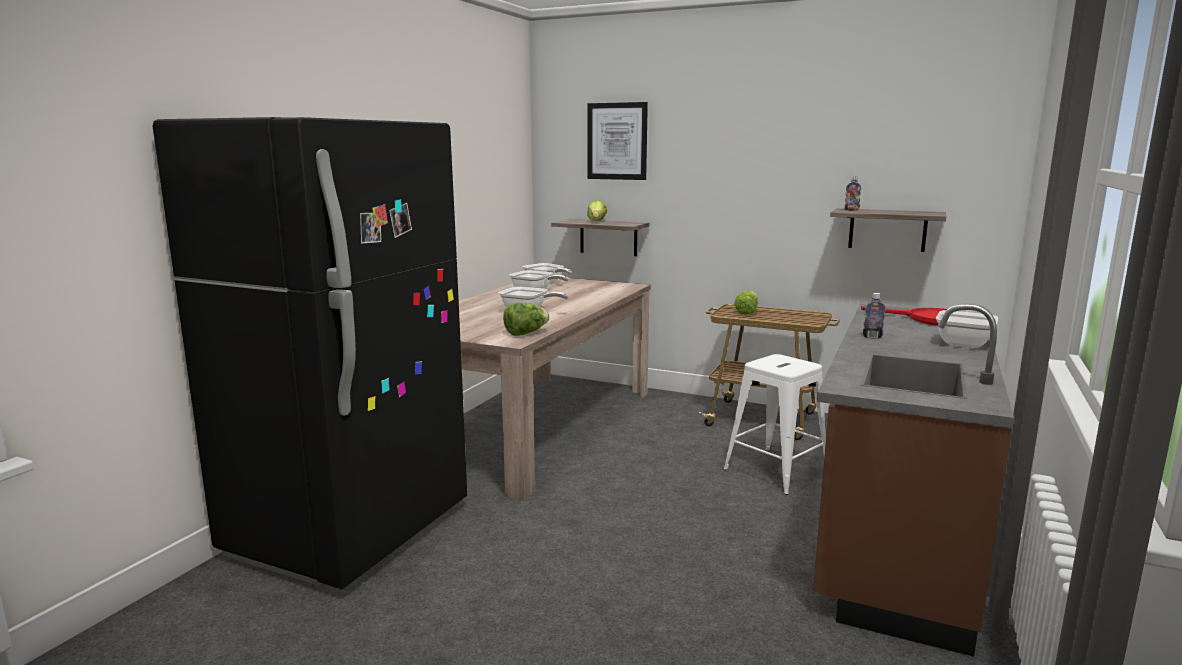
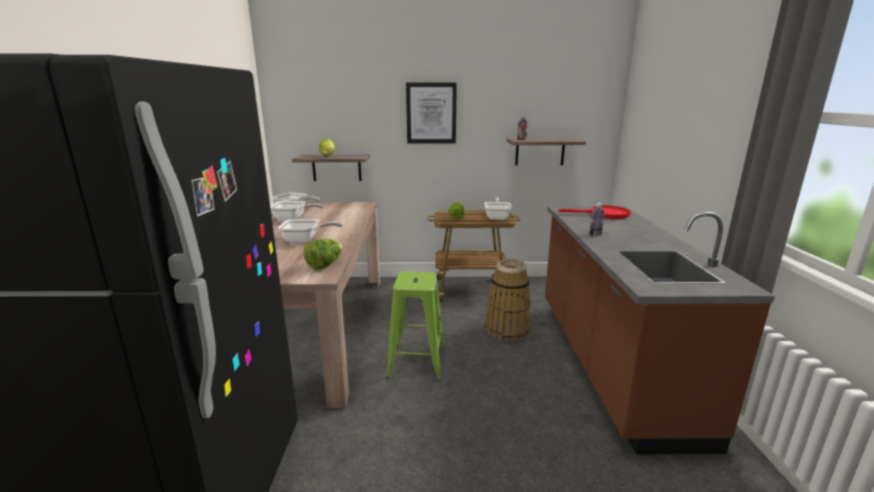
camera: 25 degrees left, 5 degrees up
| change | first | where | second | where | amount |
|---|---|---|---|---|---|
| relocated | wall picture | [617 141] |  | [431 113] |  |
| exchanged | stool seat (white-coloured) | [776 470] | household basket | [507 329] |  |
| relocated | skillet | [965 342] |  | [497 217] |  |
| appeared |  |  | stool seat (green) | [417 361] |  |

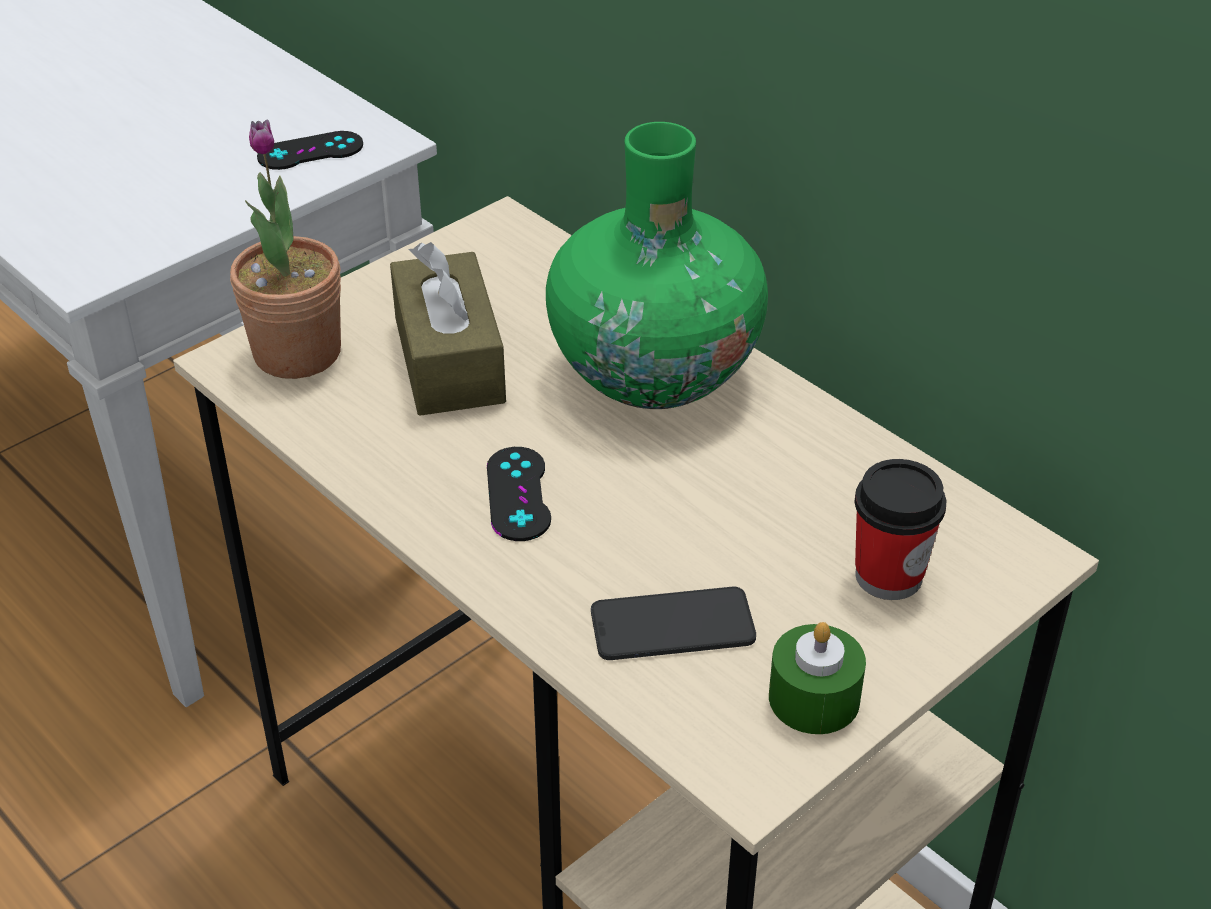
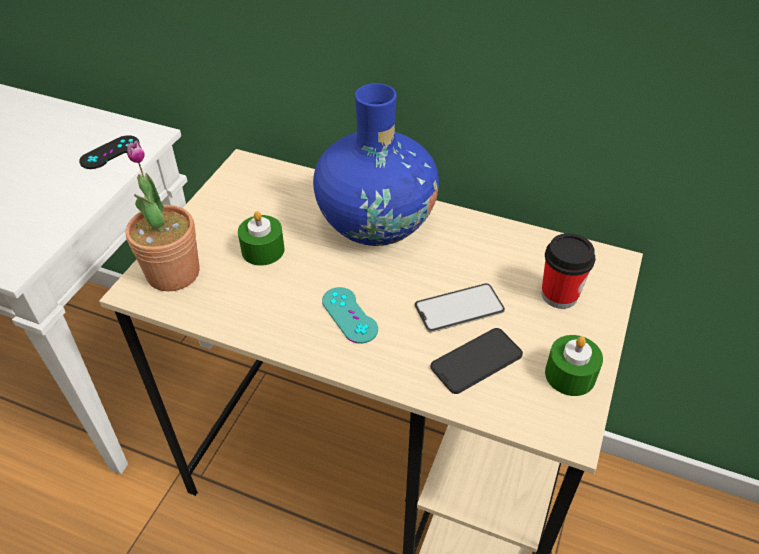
camera: 25 degrees left, 5 degrees up
| change | first | where | second | where | amount |
|---|---|---|---|---|---|
| exchanged | box of tissues (brown-coloured) | [449 360] | wax light (green) | [263 250] |  |
| colour | game controller (blackish) | [518 494] | game controller (turquoise-coloured) | [349 315] |  |
| colour | decorative vase (green) | [655 372] | decorative vase (bluish) | [376 223] |  |
| appeared |  |  | handset | [459 308] |  |

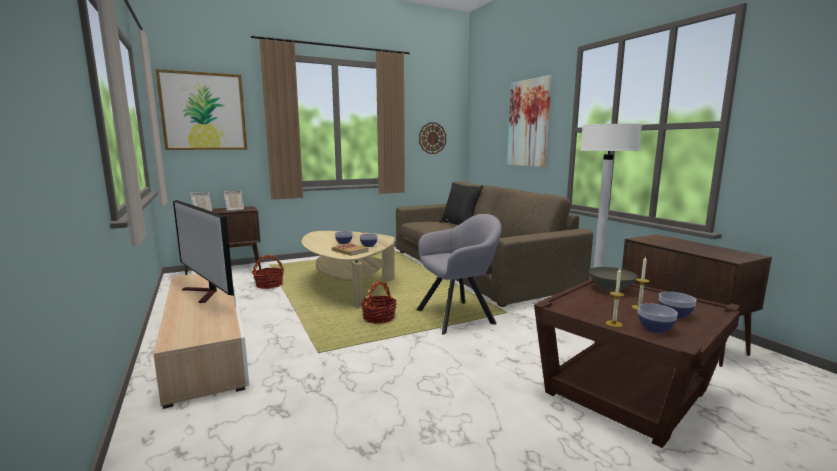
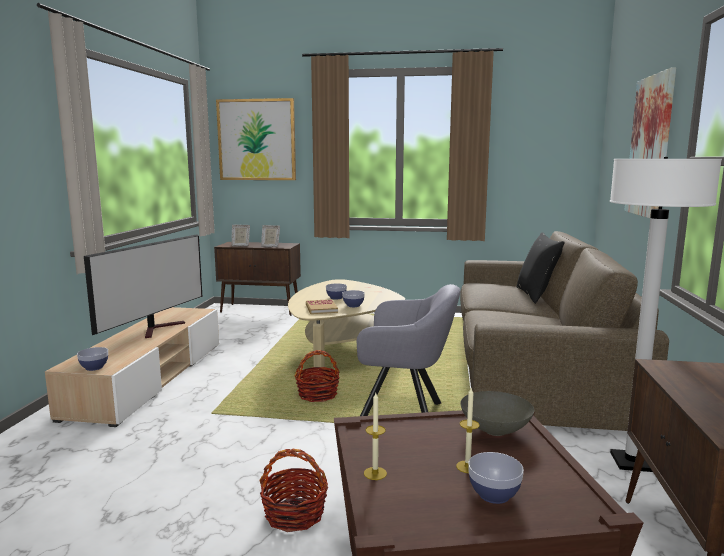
camera: 35 degrees right, 0 degrees up
| change | first | where | second | where | amount |
|---|---|---|---|---|---|
| spun | TV | [205 293] |  | [159 328] | 150 degrees counterclockwise |
| relocated | household basket | [269 285] |  | [294 514] |  |
| missing | wall clock | [432 138] |  |  |  |
| relocated | deep dish | [655 329] |  | [94 367] |  |

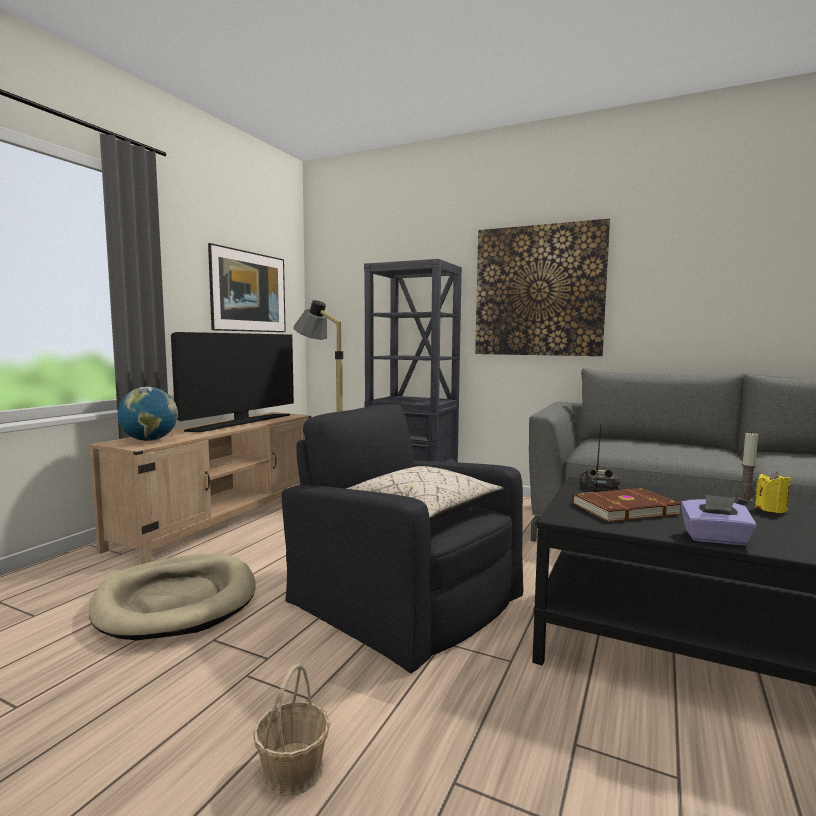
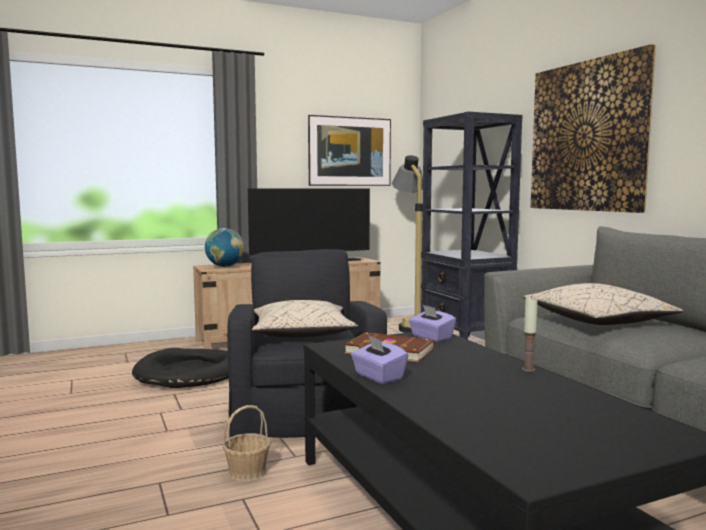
camera: 40 degrees right, 0 degrees up
| change | first | where | second | where | amount |
|---|---|---|---|---|---|
| colour | dog bed (sand-coloured) | [177 601] | dog bed (blackish) | [189 373] |  |
| relocated | household basket | [293 770] |  | [248 472] |  |
| exchanged | radio set | [598 487] | box of tissues (purple-coloured) | [431 338] |  |
| missing | wax light (yellow-coloured) | [771 509] |  |  |  |
| appeared |  |  | cushion (sand-coloured) | [597 321] |  |

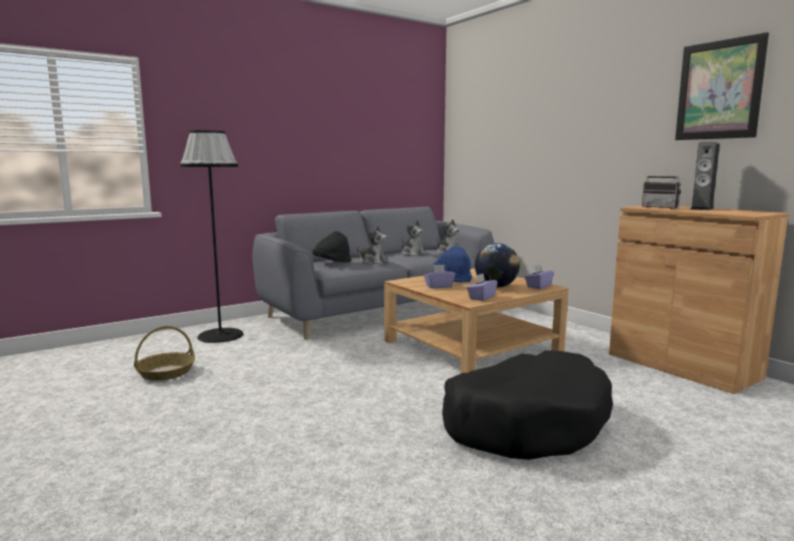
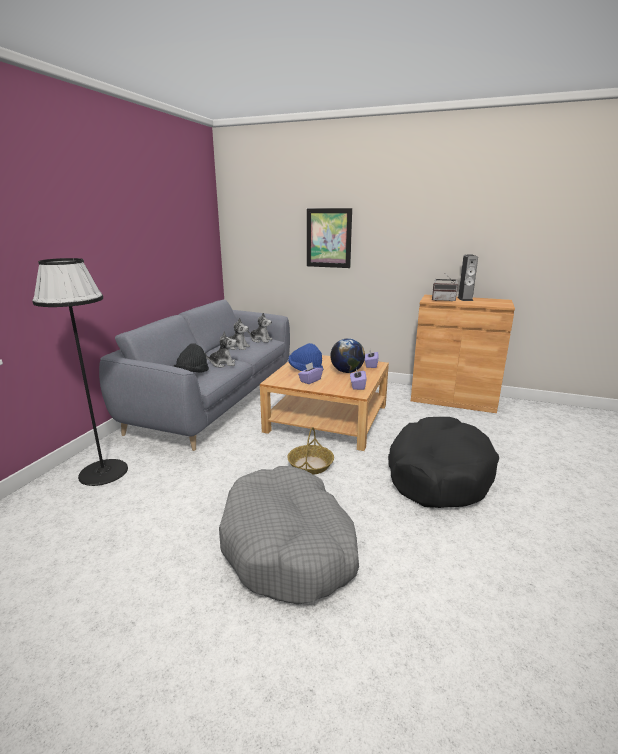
camera: 35 degrees left, 10 degrees up
| change | first | where | second | where | amount |
|---|---|---|---|---|---|
| relocated | household basket | [165 373] |  | [310 465] |  |
| relocated | wall picture | [719 90] |  | [328 238] |  |
| appeared |  |  | dog bed (greyish) | [289 546] |  |

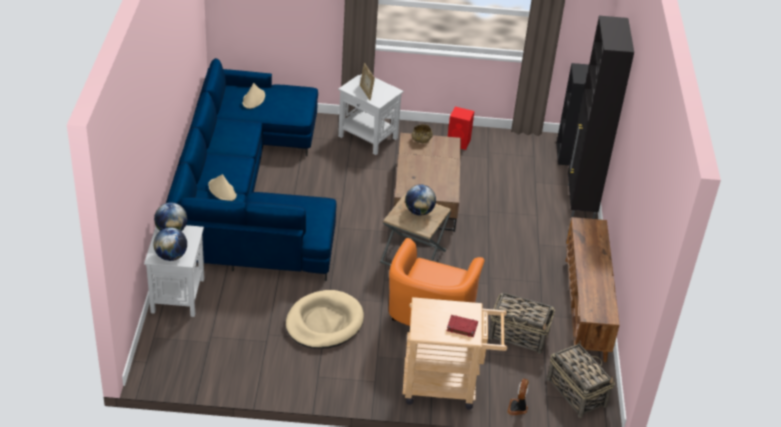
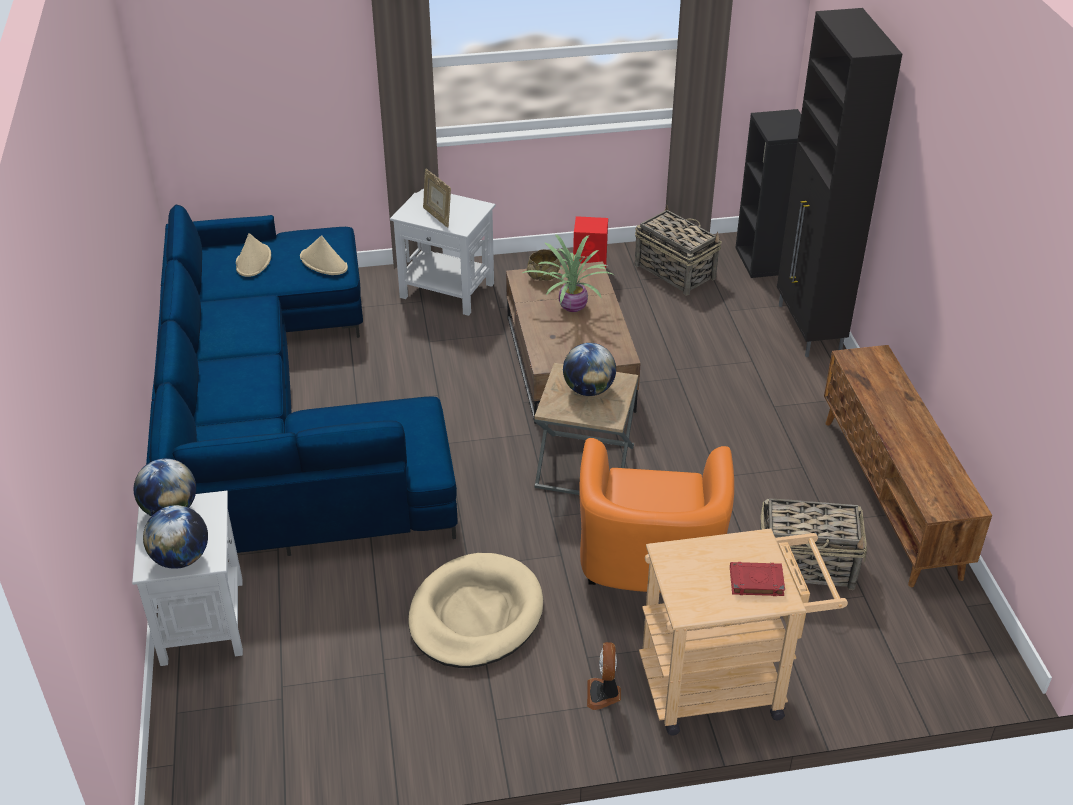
camera: 10 degrees left, 0 degrees up
| change | first | where | second | where | amount |
|---|---|---|---|---|---|
| relocated | hat (sand-coloured) | [222 191] |  | [324 263] |  |
| relocated | electric fan | [518 408] |  | [604 694] |  |
| relocated | household basket | [576 392] |  | [674 271] |  |
| appeared |  |  | plant in a pot | [571 306] |  |

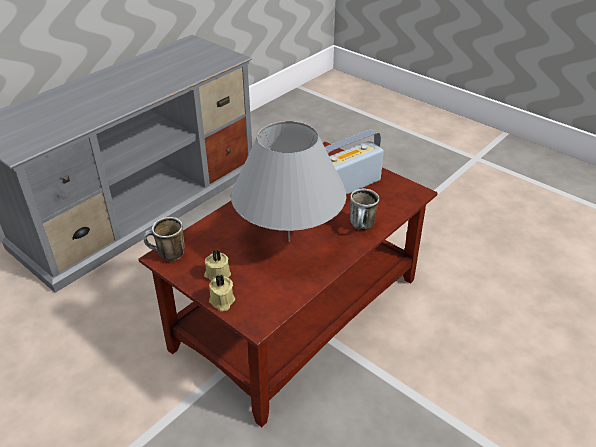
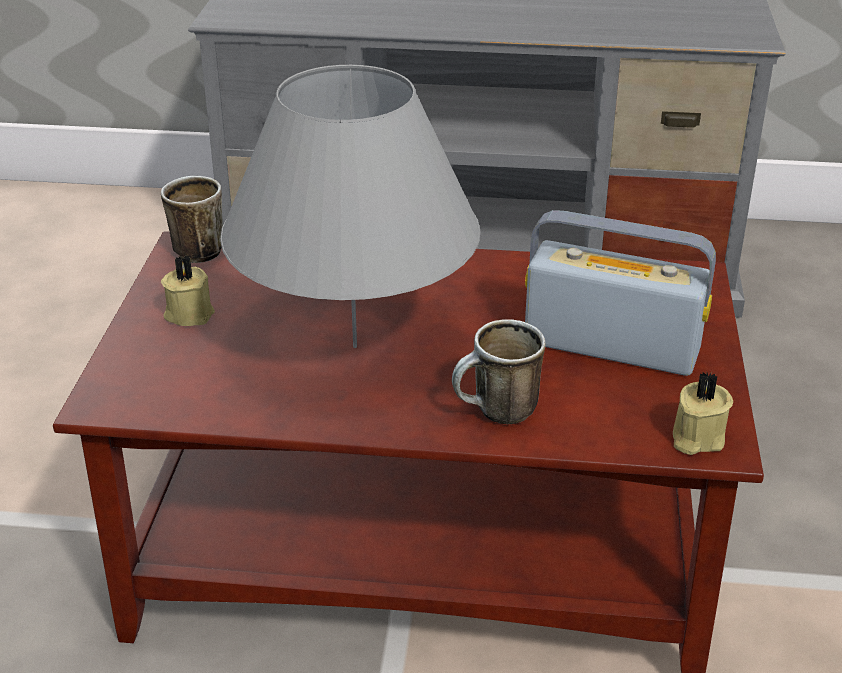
camera: 55 degrees right, 5 degrees down
| change | first | where | second | where | amount |
|---|---|---|---|---|---|
| relocated | wax light (sand-coloured) | [222 301] |  | [695 438] |  |

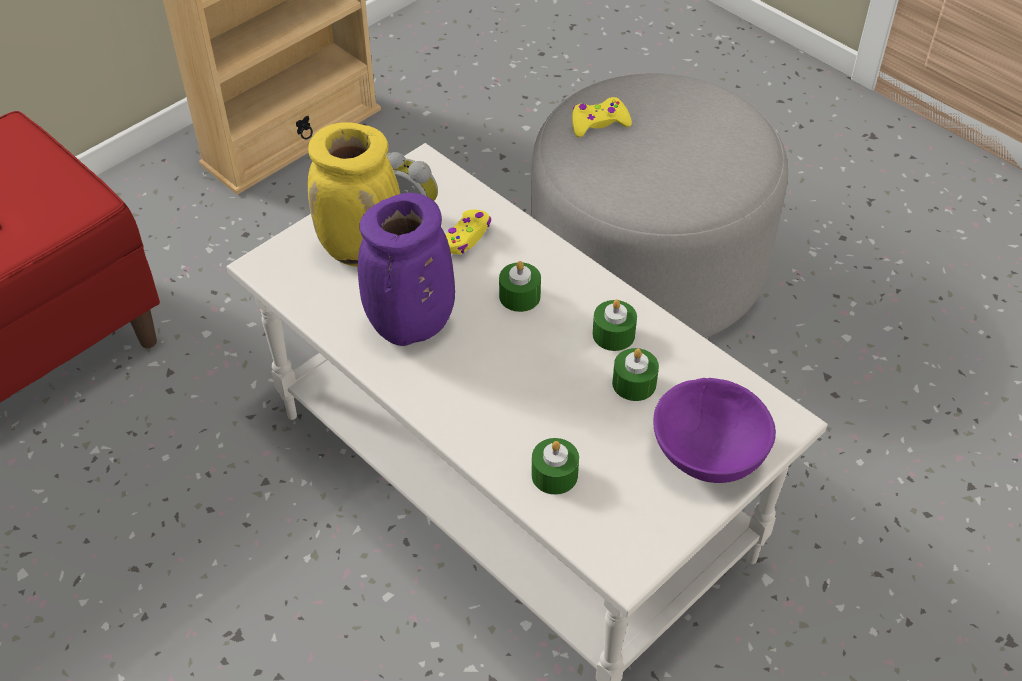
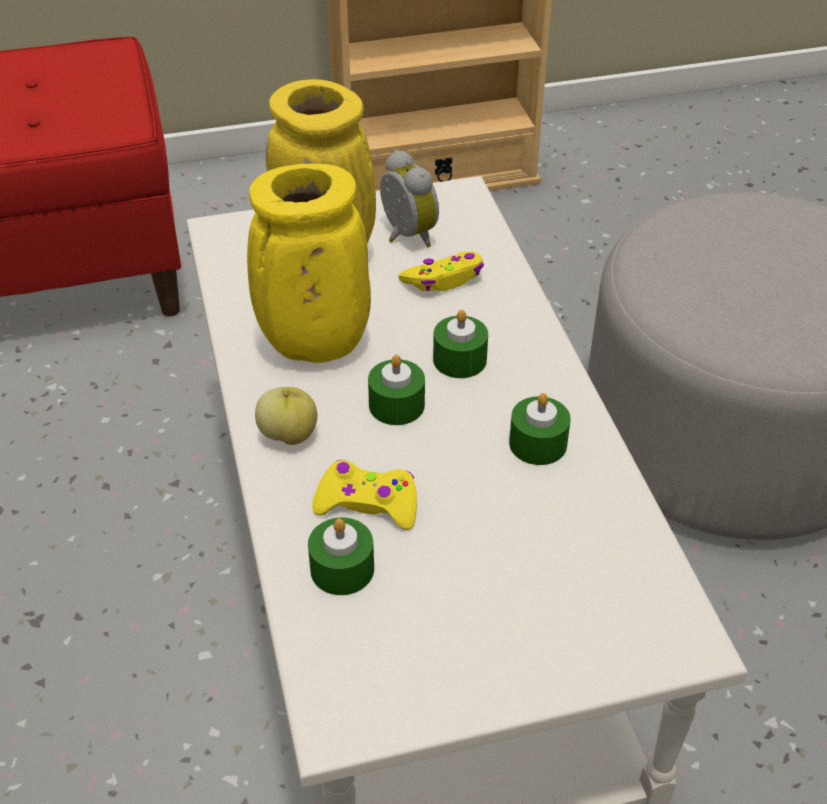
camera: 30 degrees right, 5 degrees down
| change | first | where | second | where | amount |
|---|---|---|---|---|---|
| colour | decorative vase (purple-coloured) | [410 329] | decorative vase (yellow-coloured) | [313 346] |  |
| relocated | game controller (yellow-coloured) | [598 123] |  | [367 504] |  |
| relocated | wax light (green) | [634 383] |  | [396 405] |  |
| missing | deep dish (purple-coloured) | [706 457] |  |  |  |
| appeared |  |  | whole apple | [289 434] |  |

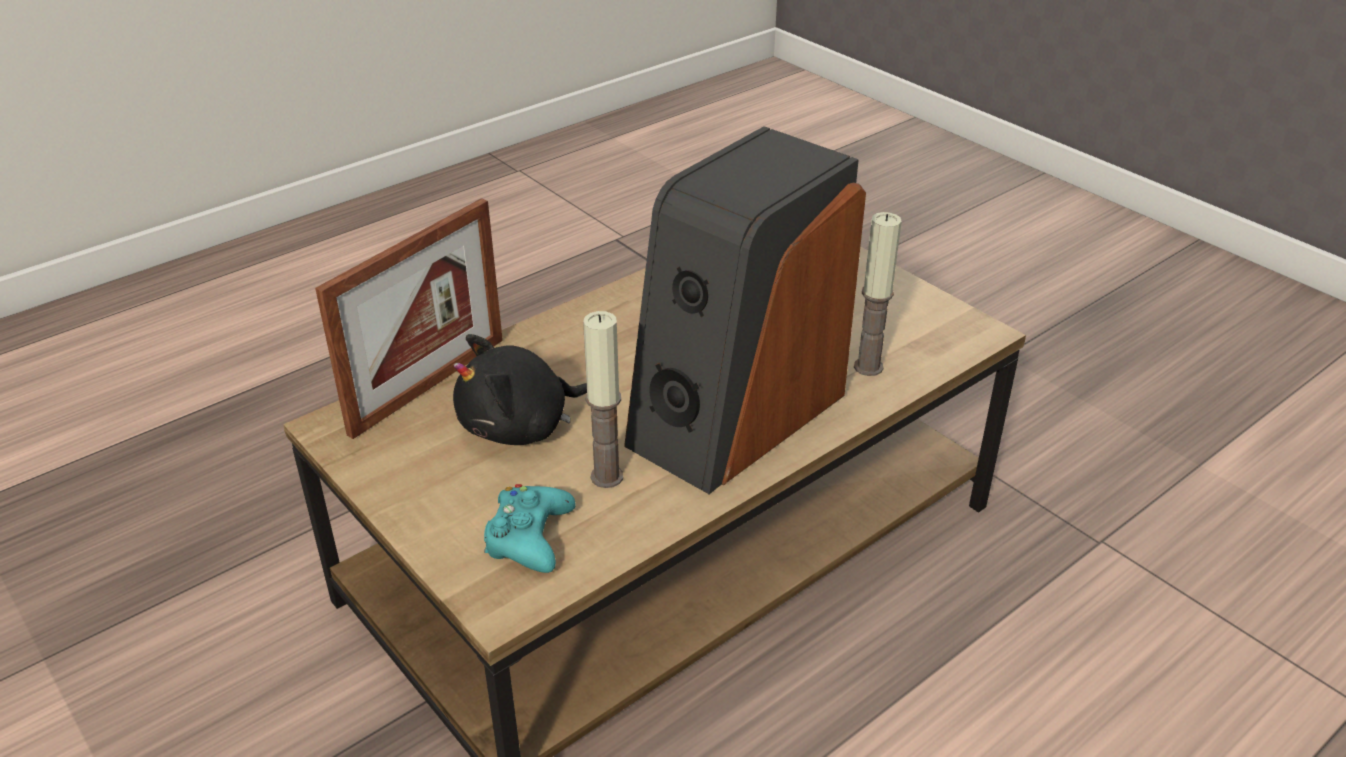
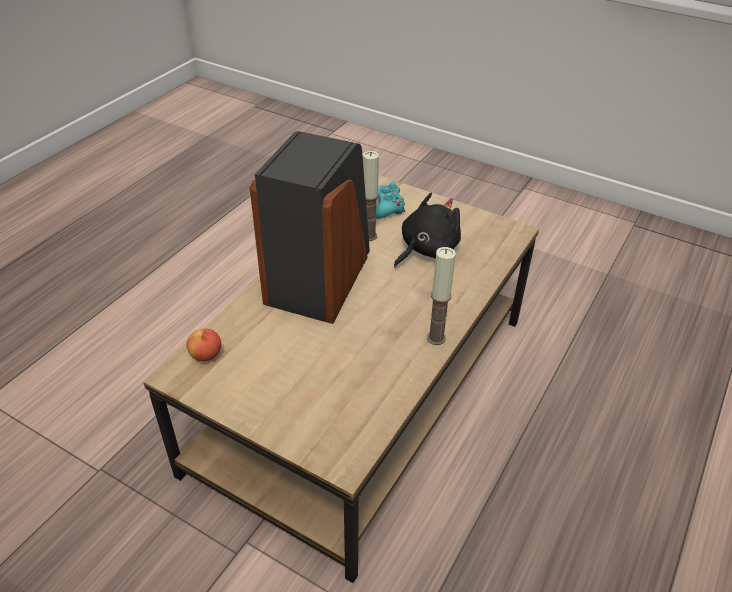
camera: 160 degrees right, 5 degrees up
| change | first | where | second | where | amount |
|---|---|---|---|---|---|
| missing | picture frame | [428 385] |  |  |  |
| relocated | wax light | [868 367] |  | [436 338] |  |
| appeared |  |  | whole apple | [206 355] |  |

